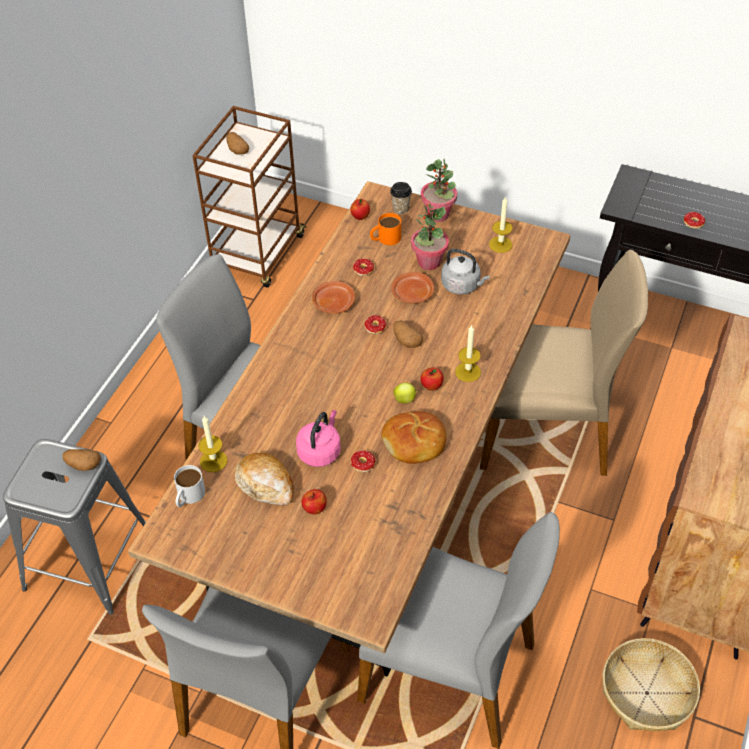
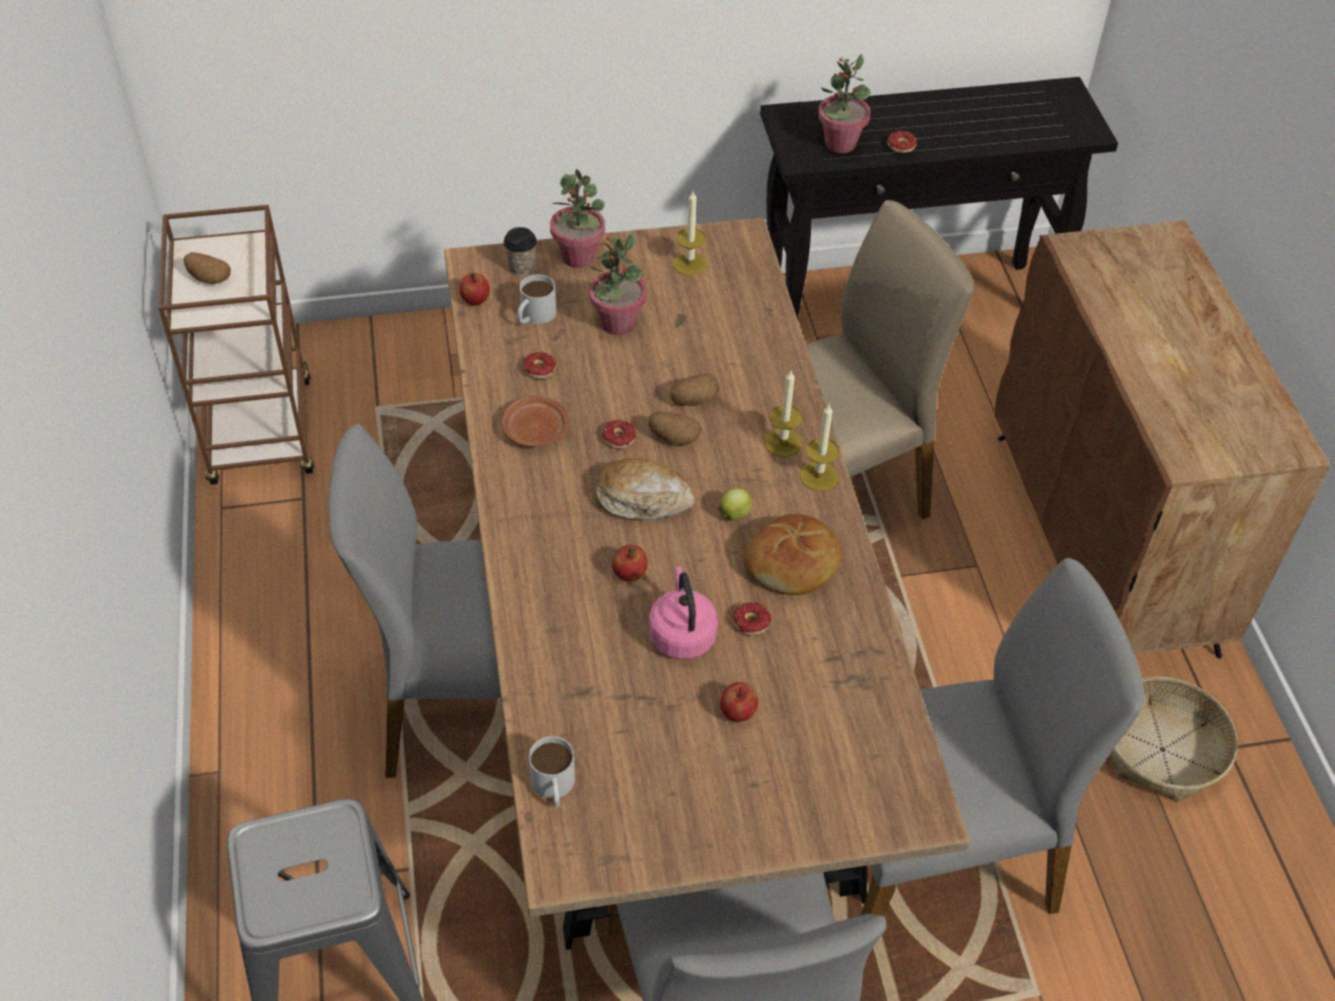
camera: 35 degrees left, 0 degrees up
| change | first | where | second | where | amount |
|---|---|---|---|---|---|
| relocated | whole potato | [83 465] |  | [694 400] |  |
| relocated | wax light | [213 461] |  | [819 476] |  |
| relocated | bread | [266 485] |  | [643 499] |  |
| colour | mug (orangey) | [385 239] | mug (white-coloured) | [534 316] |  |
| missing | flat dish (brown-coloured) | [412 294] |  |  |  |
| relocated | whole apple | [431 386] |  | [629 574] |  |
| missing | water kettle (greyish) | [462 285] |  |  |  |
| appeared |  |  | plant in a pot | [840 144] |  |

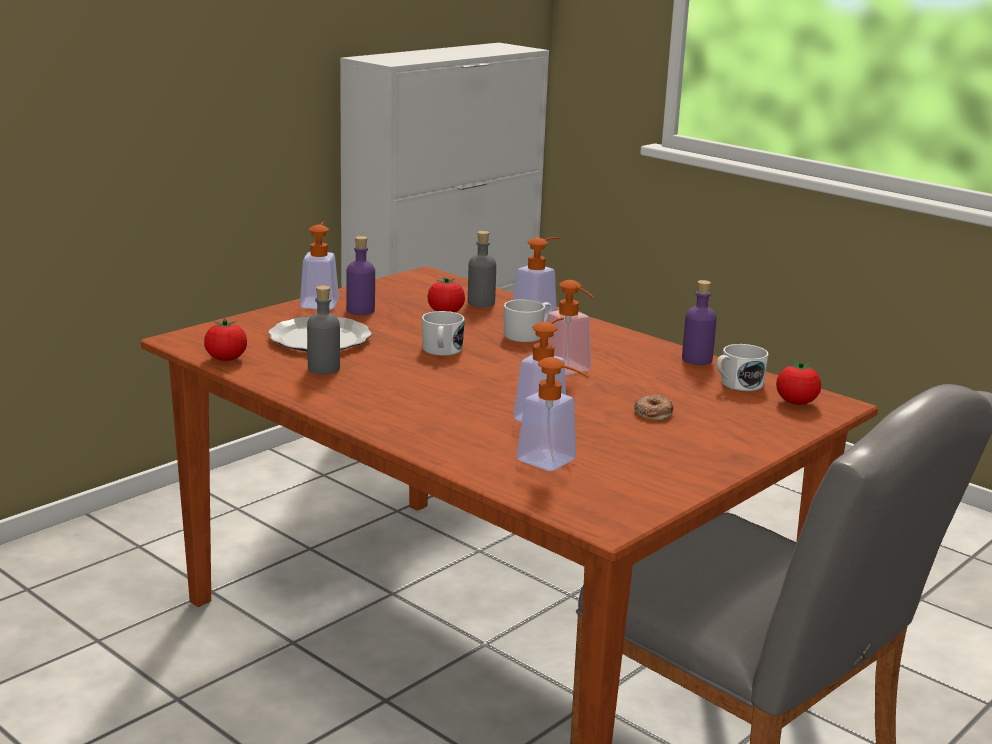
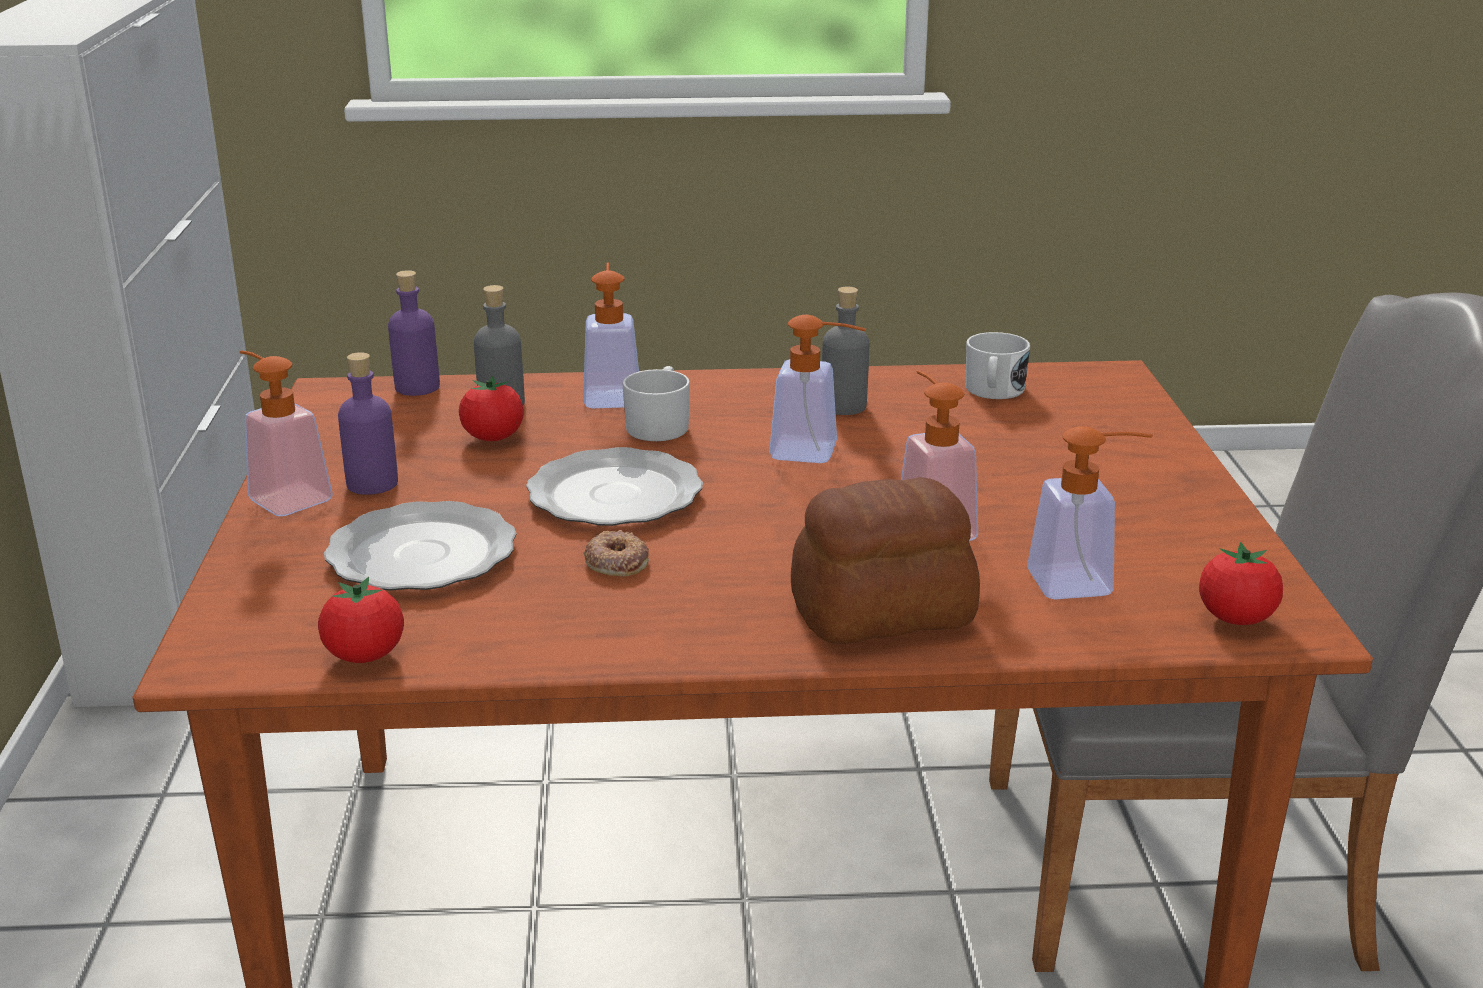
camera: 45 degrees left, 5 degrees up
| change | first | where | second | where | amount |
|---|---|---|---|---|---|
| relocated | drink bottle (greyish) | [323 368] |  | [843 406] |  |
| exchanged | mug (white-coloured) | [441 350] | flat dish | [617 494] |  |
| relocated | donut | [653 412] |  | [616 562] |  |
| relocated | drink bottle (purple-coloured) | [696 359] |  | [417 387] |  |
| relocated | fresh tomato | [796 402] |  | [1235 619] |  |
| appeared |  |  | bread | [885 612] |  |

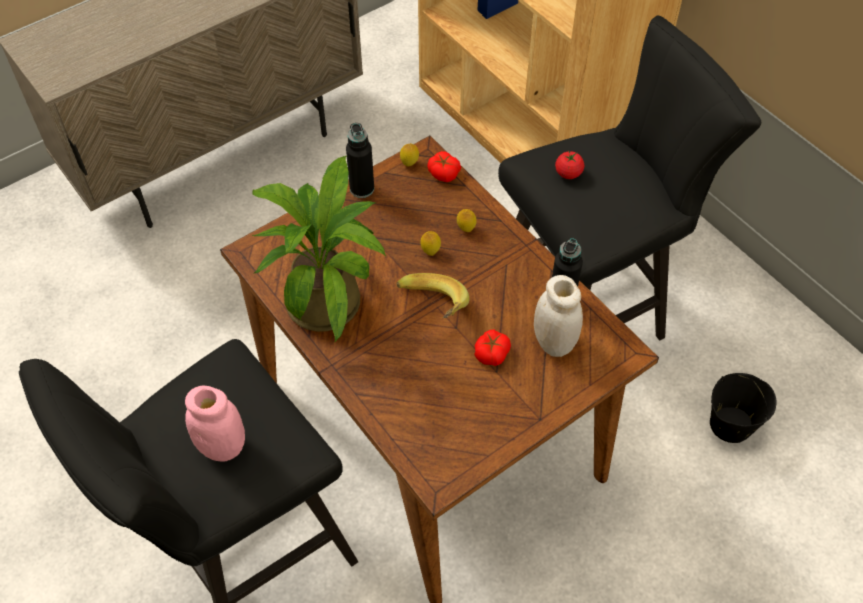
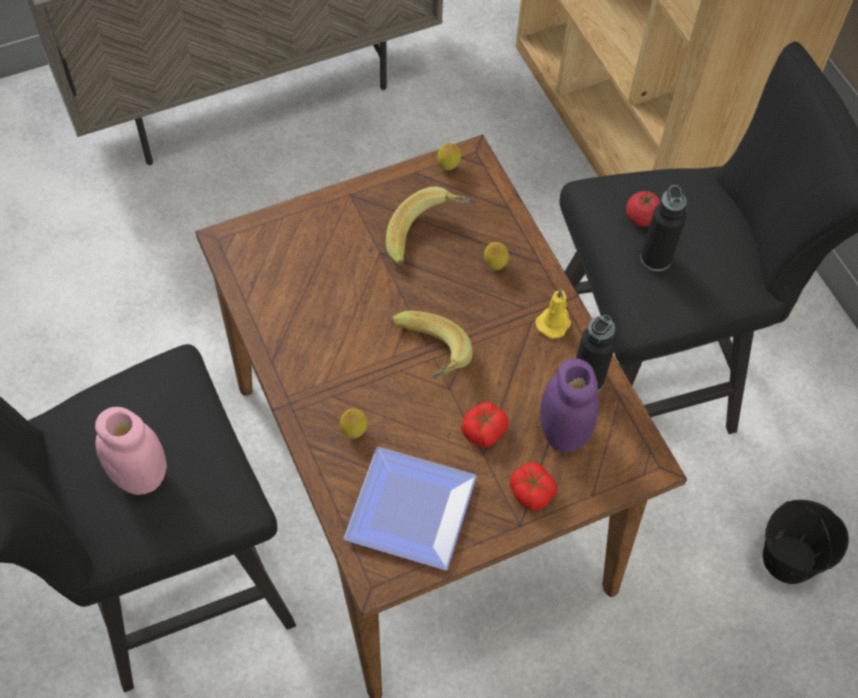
camera: 10 degrees right, 5 degrees up
| change | first | where | second | where | amount |
|---|---|---|---|---|---|
| missing | plant in a pot | [329 297] |  |  |  |
| relocated | drink bottle (blackish) | [362 189] |  | [655 258] |  |
| relocated | citrus fruit | [430 251] |  | [353 432] |  |
| relocated | fresh tomato | [443 173] |  | [531 491] |  |
| colour | storage jar (white-coloured) | [554 342] | storage jar (purple-coloured) | [563 432] |  |
| appeared |  |  | flat dish | [415 508] |  |
| appeared |  |  | banana fruit | [429 238] |  |
| appeared |  |  | wax light (yellow-coloured) | [554 322] |  |

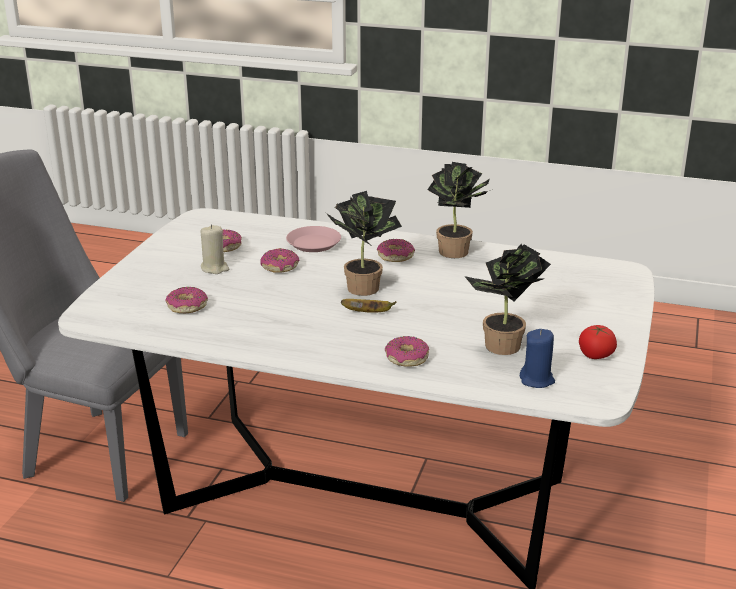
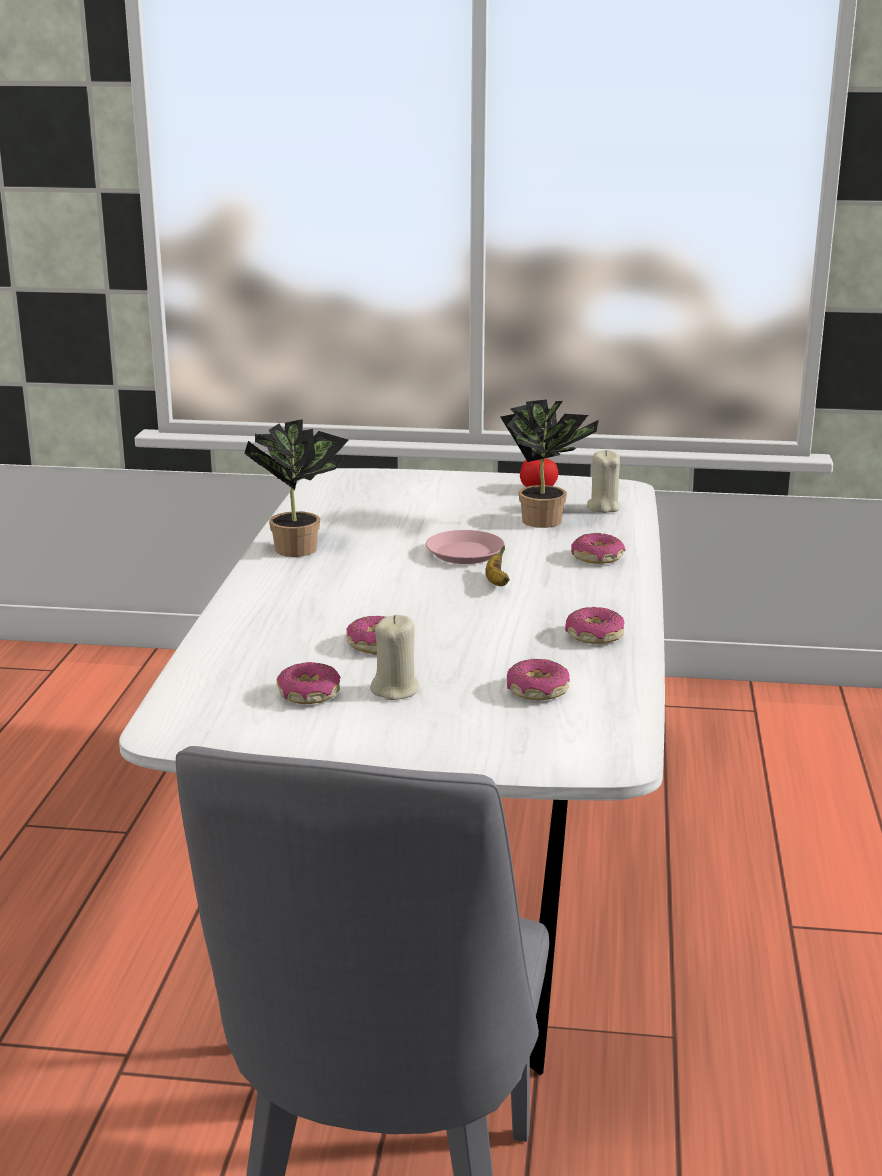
camera: 100 degrees left, 5 degrees down
| change | first | where | second | where | amount |
|---|---|---|---|---|---|
| relocated | flat dish (pinkish) | [314 243] |  | [464 553] |  |
| missing | plant in a pot | [363 286] |  |  |  |
| relocated | donut | [395 256] |  | [594 636] |  |
| colour | wax light (bluish) | [537 380] | wax light (sand-coloured) | [603 507] |  |

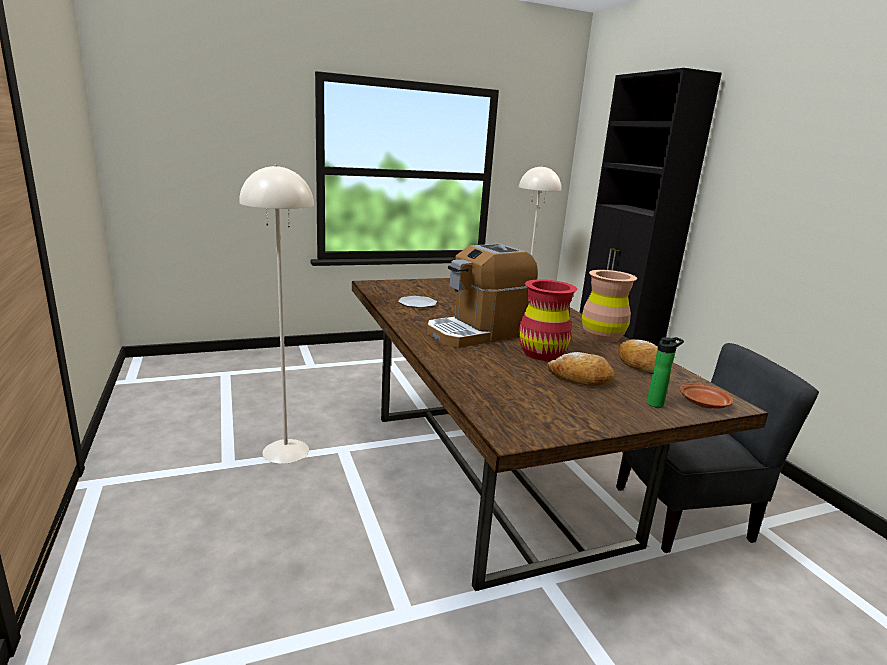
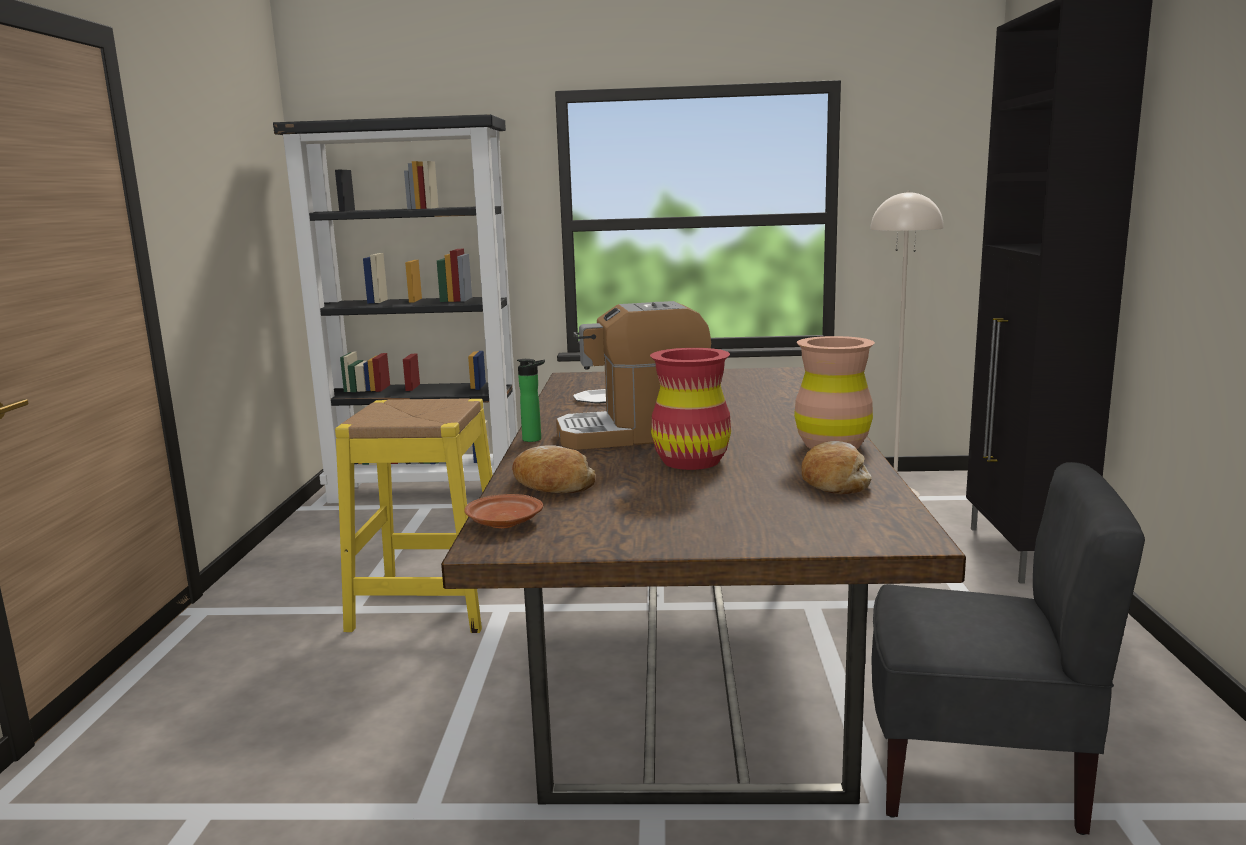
camera: 25 degrees right, 5 degrees down
| change | first | where | second | where | amount |
|---|---|---|---|---|---|
| exchanged | standard lamp (sand-coloured) | [286 450] | stool seat (yellow-coloured) | [430 602] |  |
| relocated | bread | [581 379] |  | [552 484] |  |
| relocated | drink bottle | [657 403] |  | [535 439] |  |
| relocated | flat dish (brown-coloured) | [703 403] |  | [503 522] |  |
| appeared |  |  | bookshelf (blackish) | [428 491] |  |

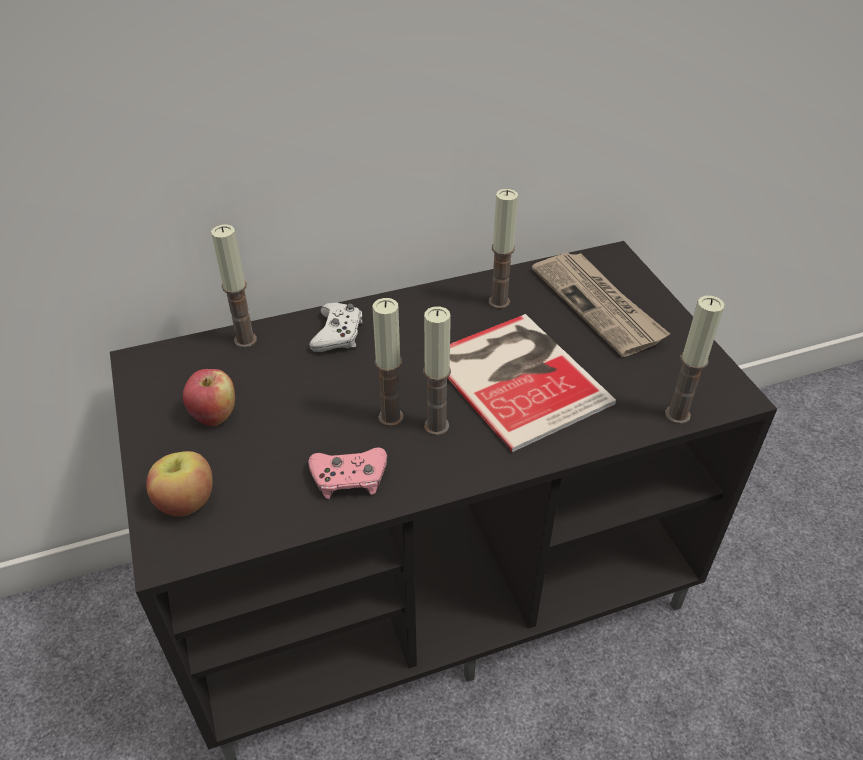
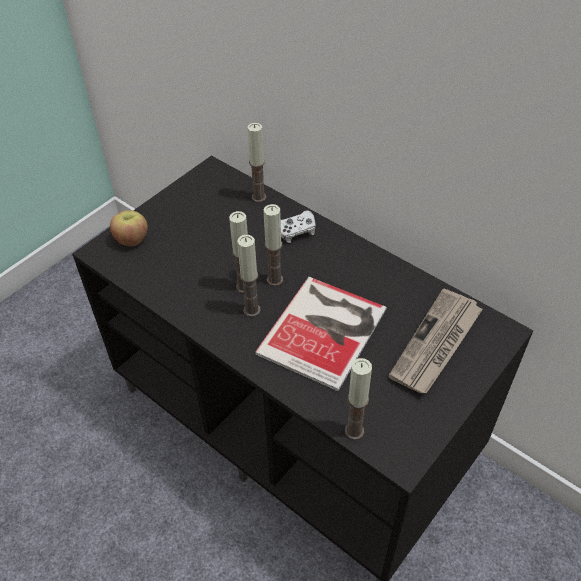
camera: 60 degrees right, 5 degrees up
| change | first | where | second | where | amount |
|---|---|---|---|---|---|
| missing | whole apple | [214 415] |  |  |  |
| missing | game controller (pinkish) | [349 478] |  |  |  |
| relocated | wax light | [499 302] |  | [274 279] |  |

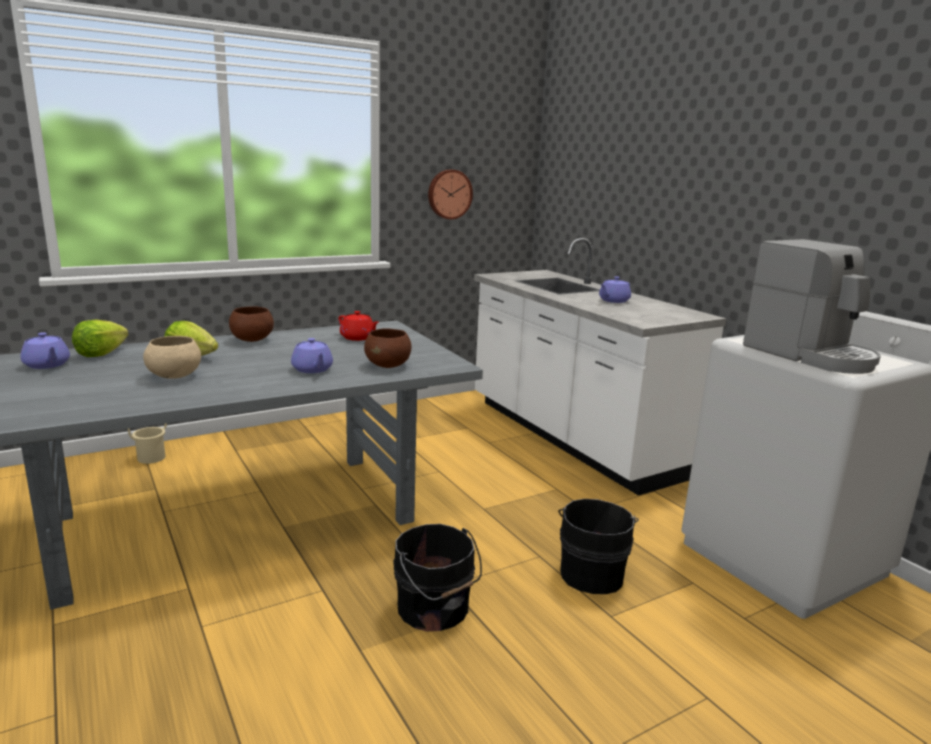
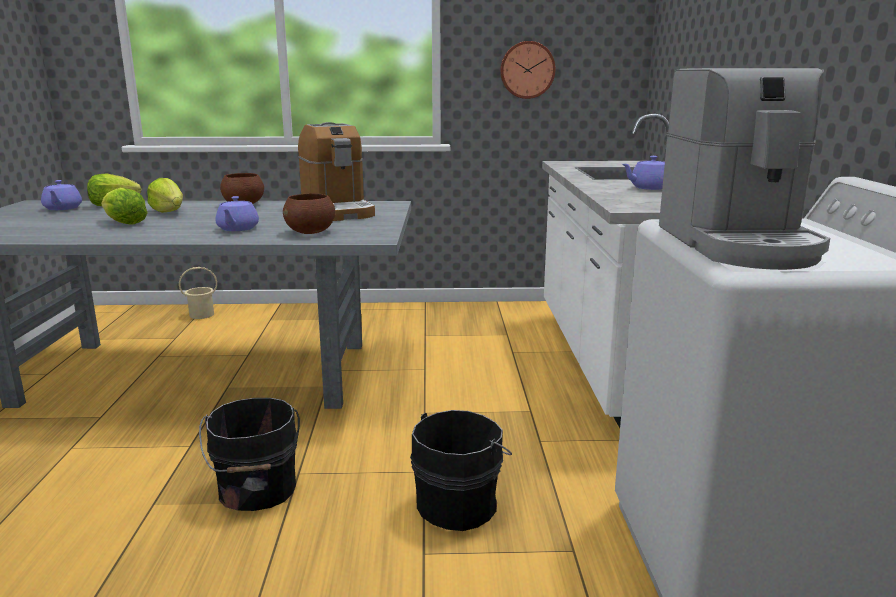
camera: 30 degrees right, 0 degrees up
| change | first | where | second | where | amount |
|---|---|---|---|---|---|
| exchanged | deep dish (sand-coloured) | [175 376] | lettuce head | [124 223] |  |
| exchanged | teapot (red) | [358 338] | coffee maker | [337 210] |  |

